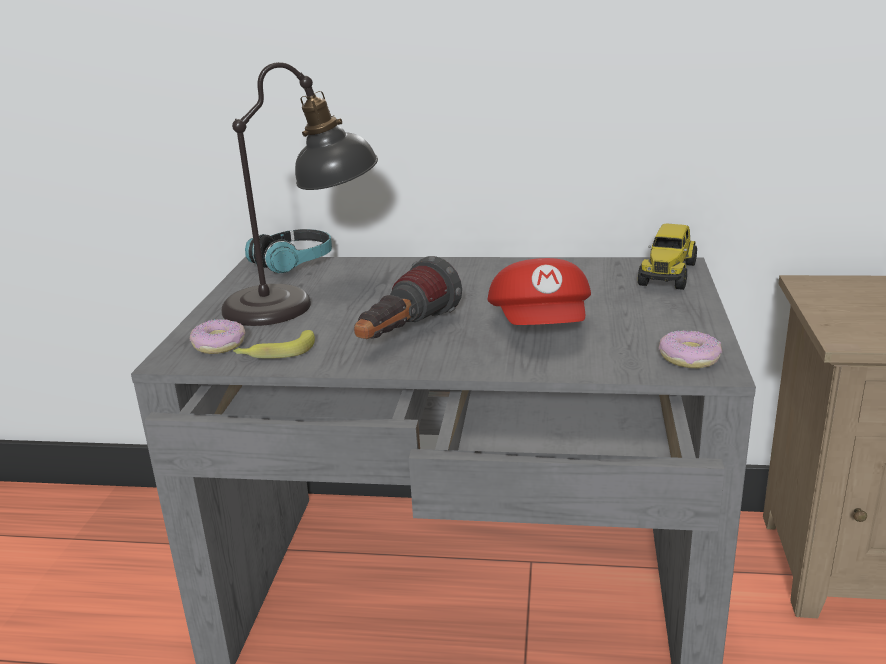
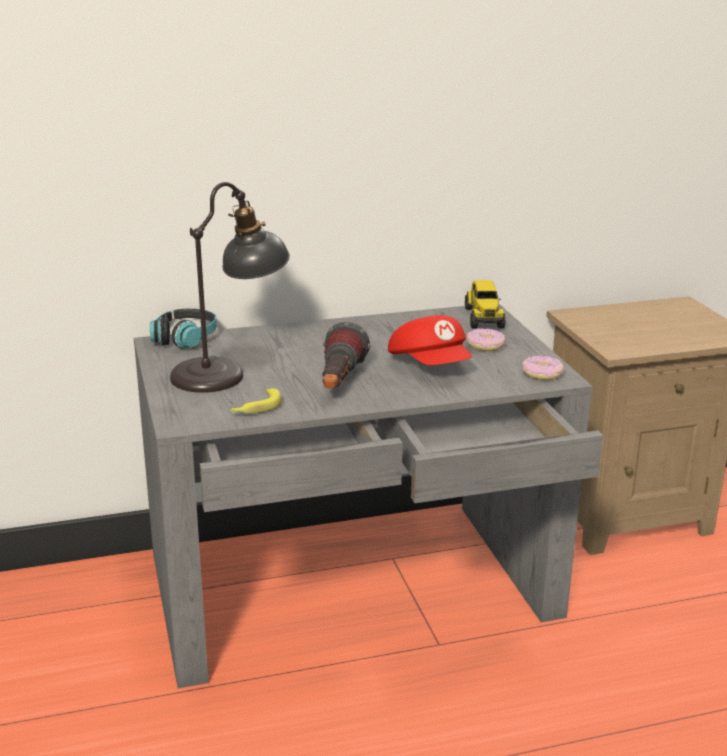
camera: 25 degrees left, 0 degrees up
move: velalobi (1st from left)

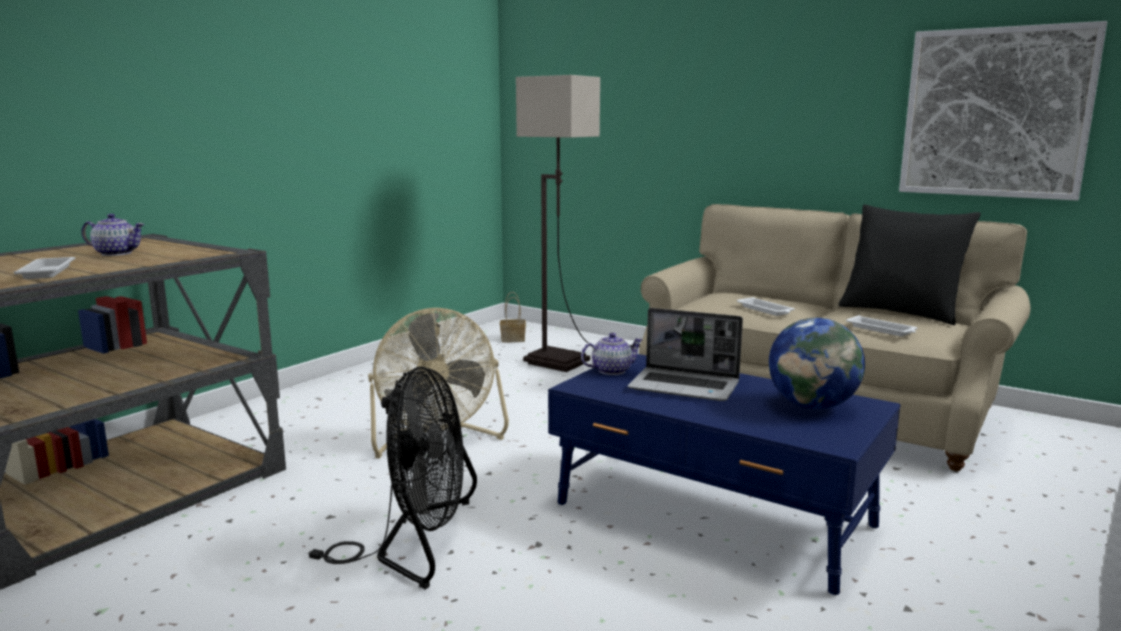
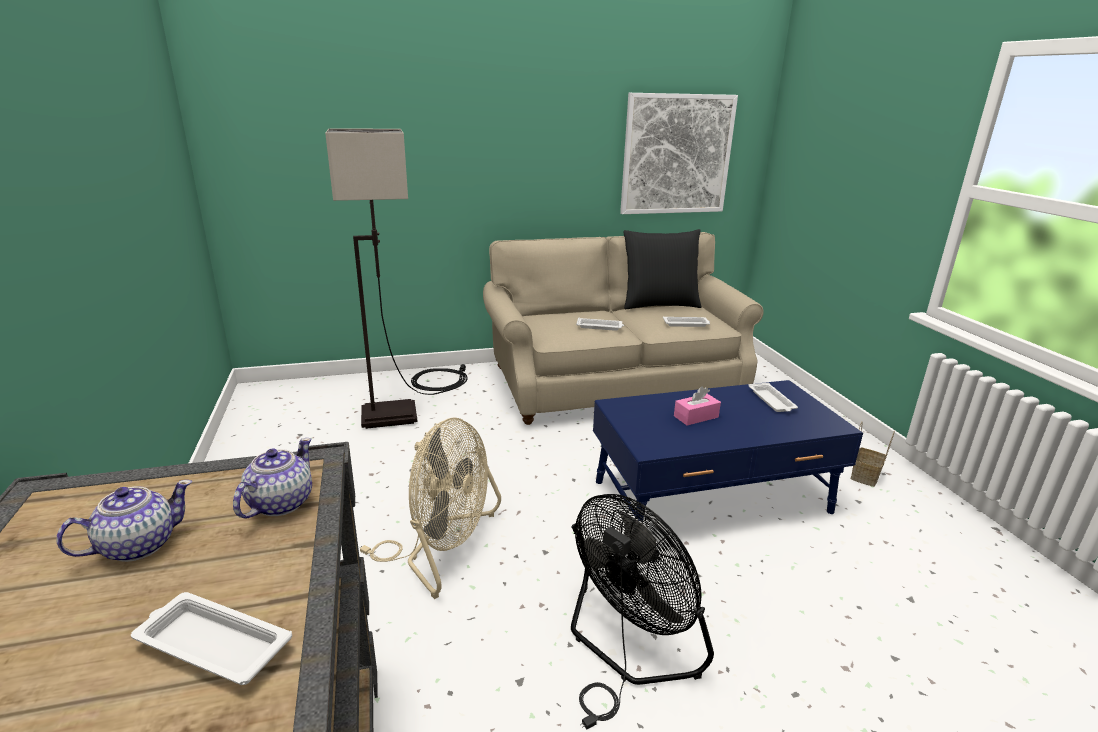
camera: 50 degrees left, 10 degrees up
move: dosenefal; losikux (2nd from left)
replace: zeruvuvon to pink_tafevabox; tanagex to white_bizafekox (4th from left)

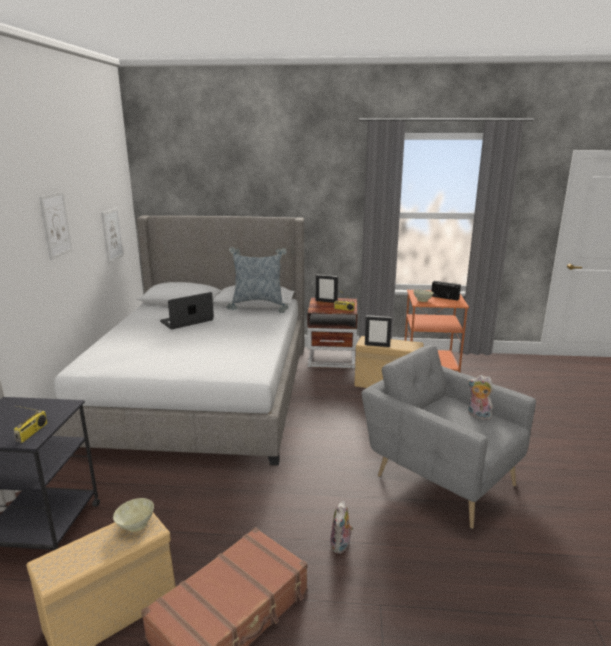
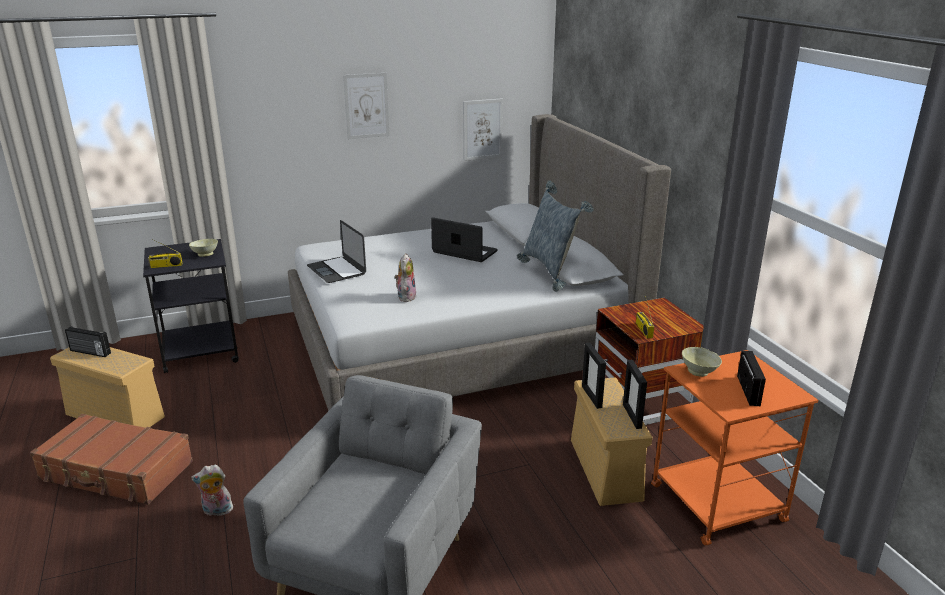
camera: 65 degrees right, 5 degrees up
insert: zeruvuvon (1st from left); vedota (1st from left)
move: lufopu (1st from left in the first image) to lufopu (2nd from left); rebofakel (2nd from left); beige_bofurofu (1st from left)

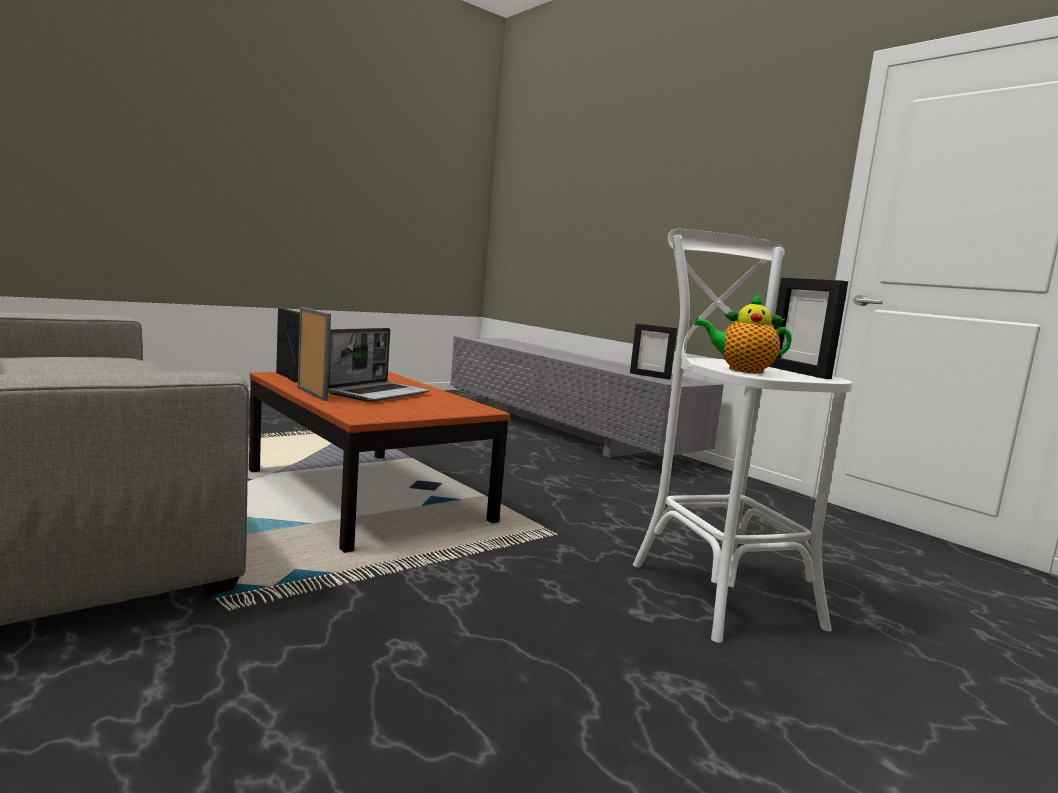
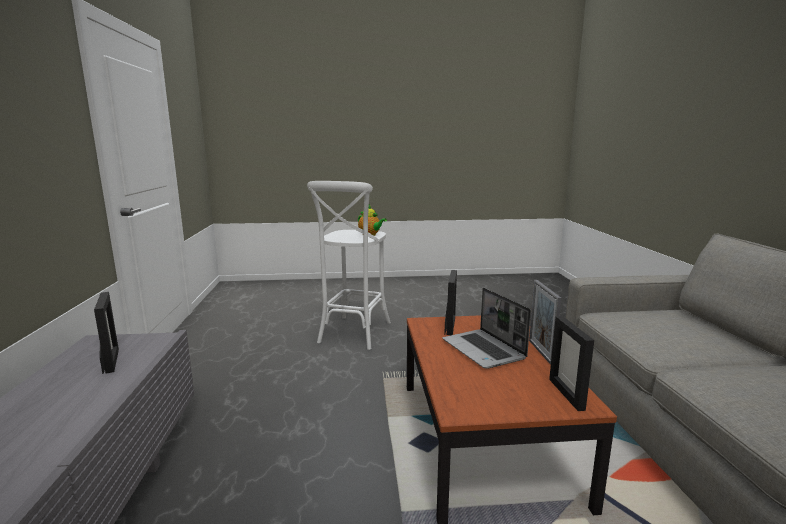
camera: 145 degrees left, 5 degrees up
move: lufopu (4th from left in the first image) to lufopu (2nd from left)
rotate: zeruvuvon 90 degrees counterclockwise

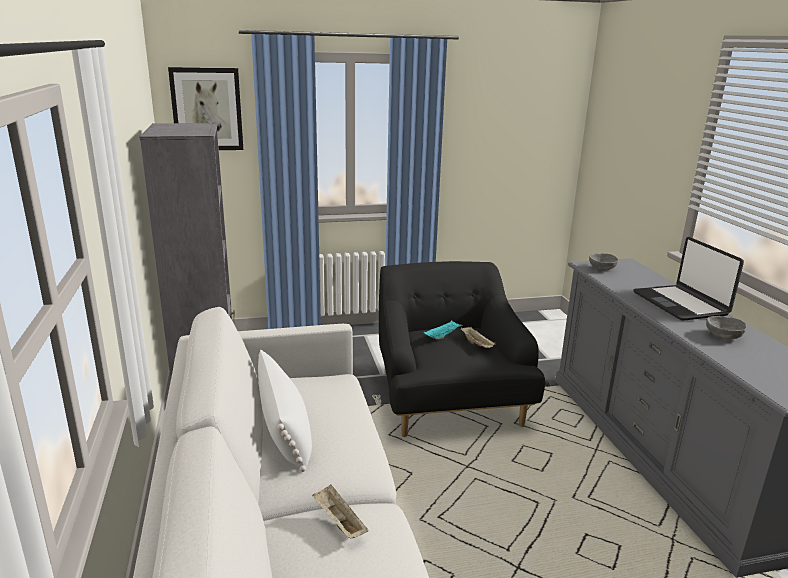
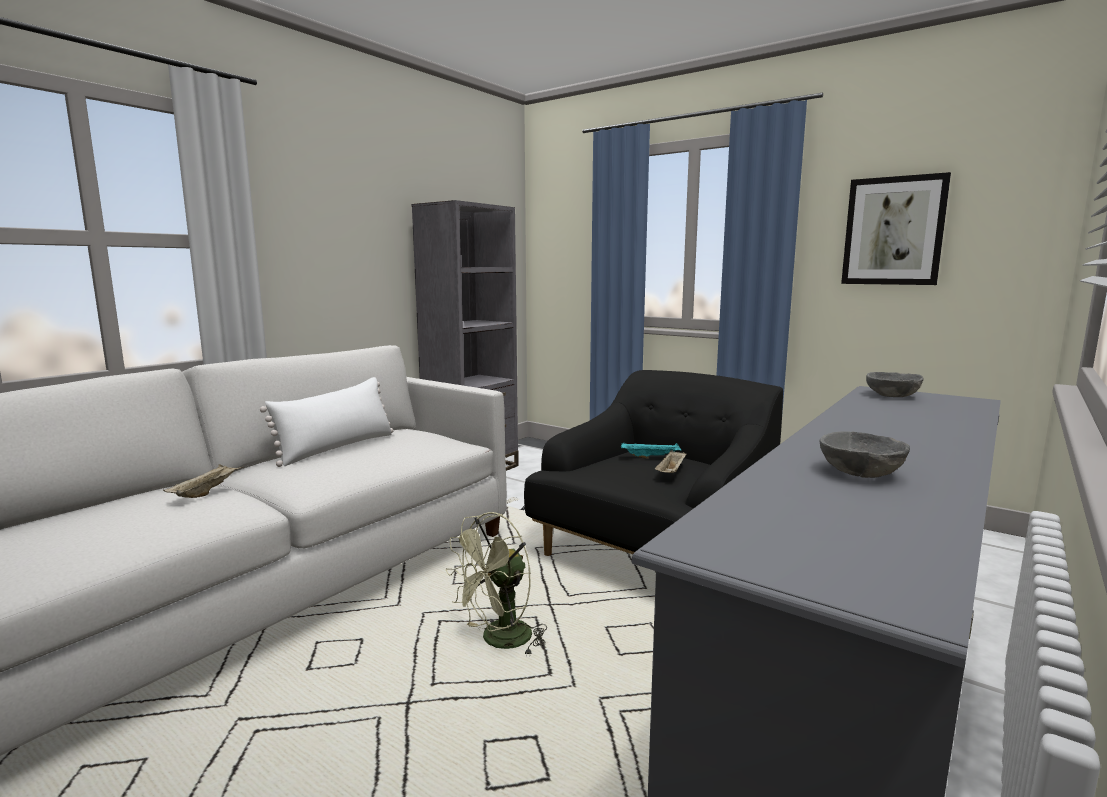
camera: 50 degrees right, 10 degrees down
delete: zeruvuvon
insert: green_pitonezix
move: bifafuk

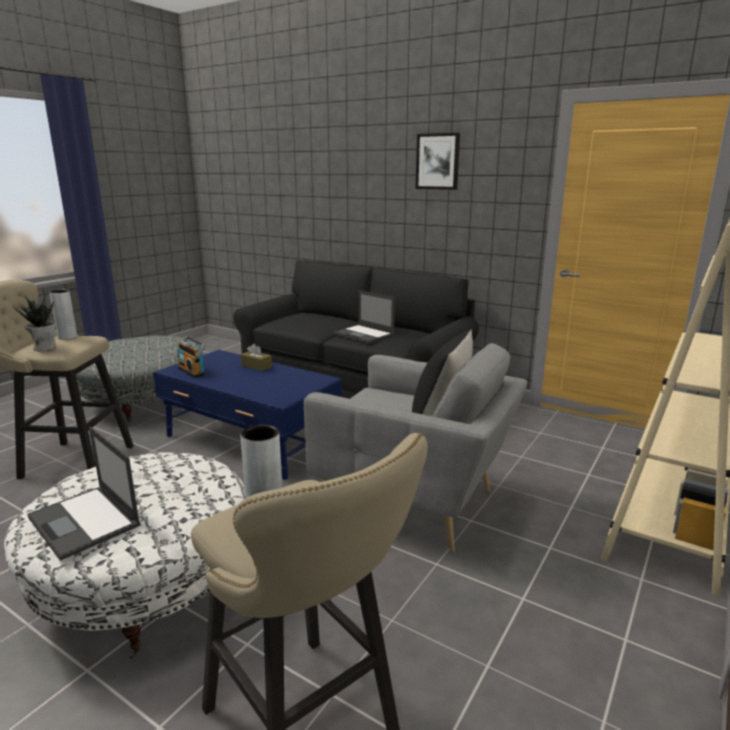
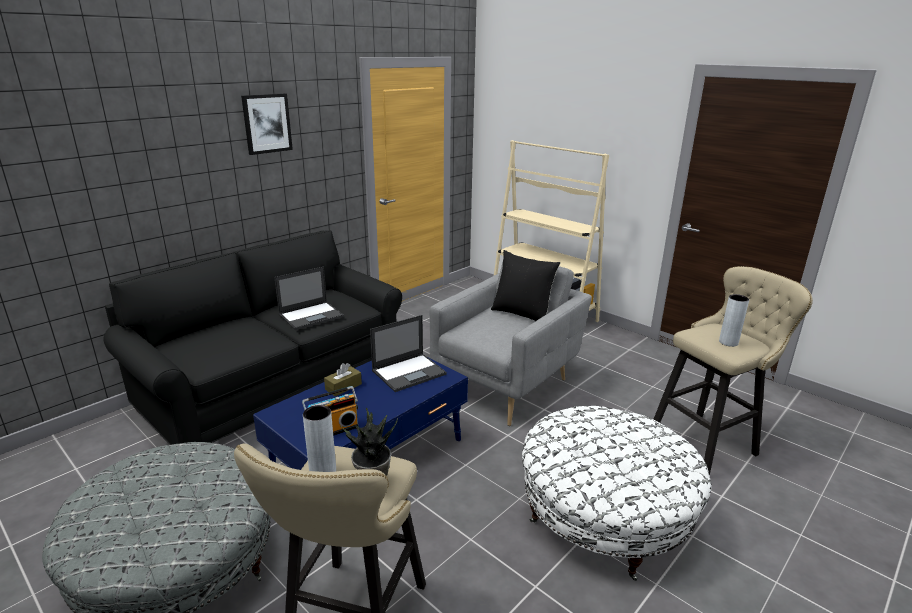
camera: 80 degrees left, 5 degrees up
move: zeruvuvon (1st from left in the first image) to zeruvuvon (2nd from left)

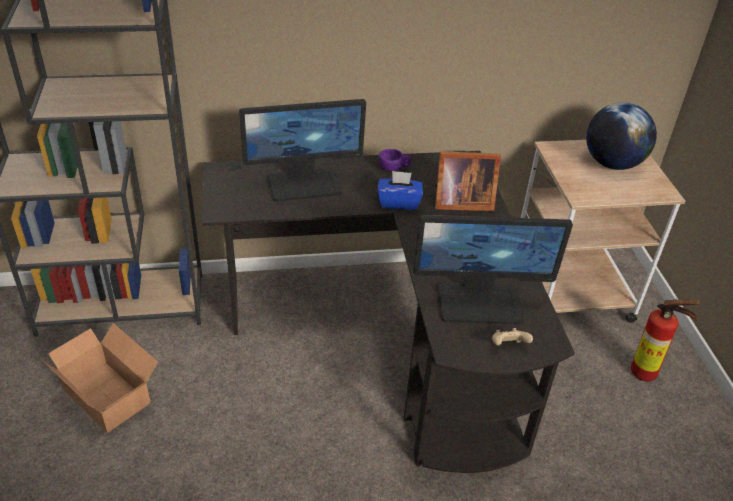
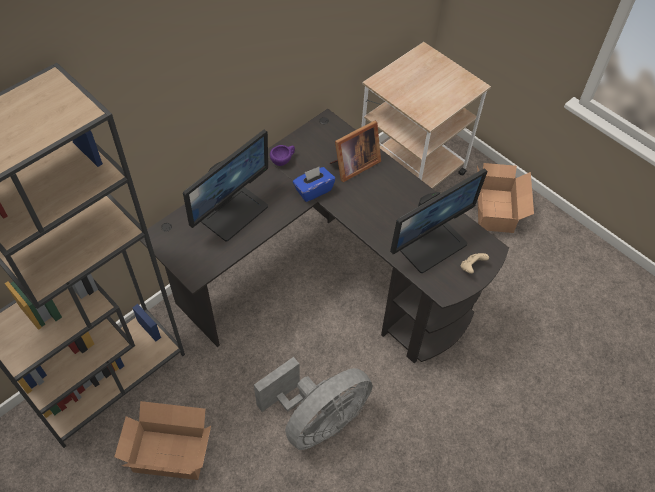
camera: 35 degrees left, 15 degrees up
delete: tanagex
insert: grey_pitonezix
replace: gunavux to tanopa (2nd from left)

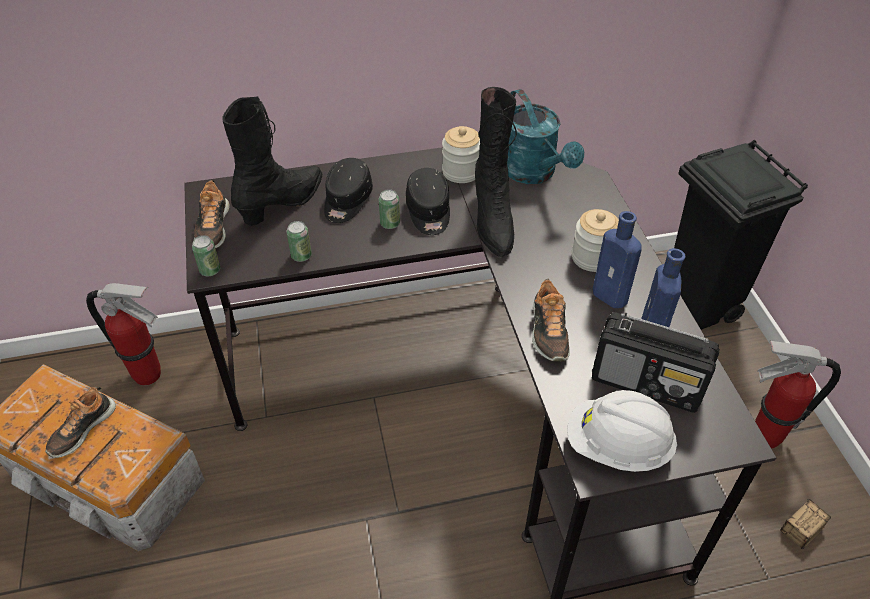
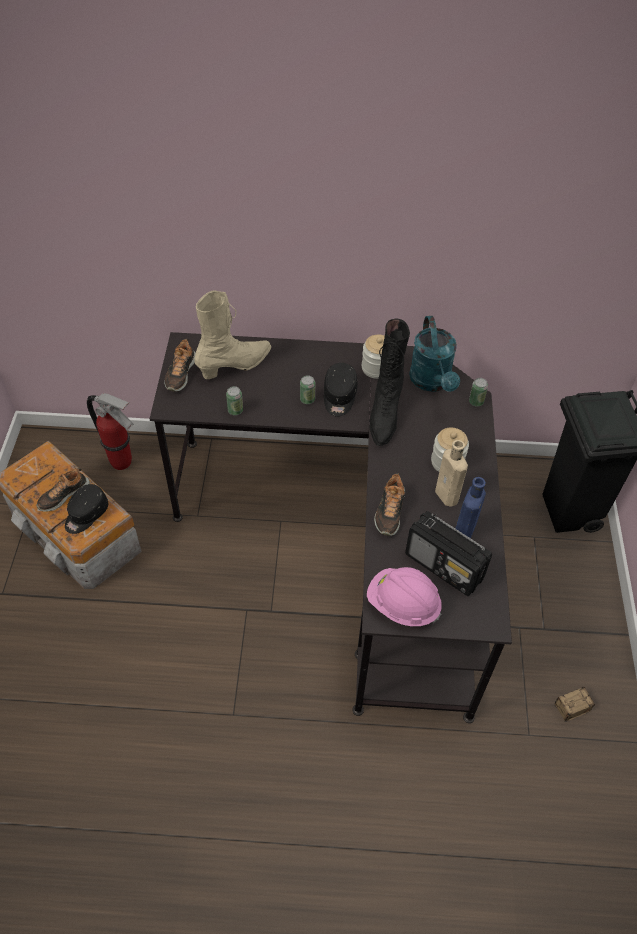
camera: 15 degrees right, 5 degrees up
delete: gunavux (2nd from left)
move: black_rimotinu (1st from left); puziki (1st from left in the first image) to puziki (3rd from left)
recolor: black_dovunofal (1st from left) to beige_dovunofal; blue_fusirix (1st from left) to beige_fusirix; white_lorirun to pink_lorirun

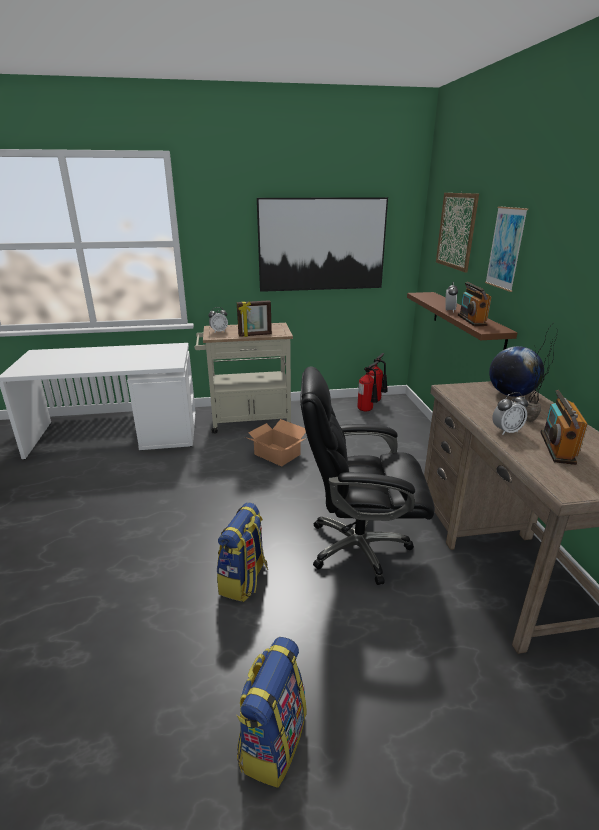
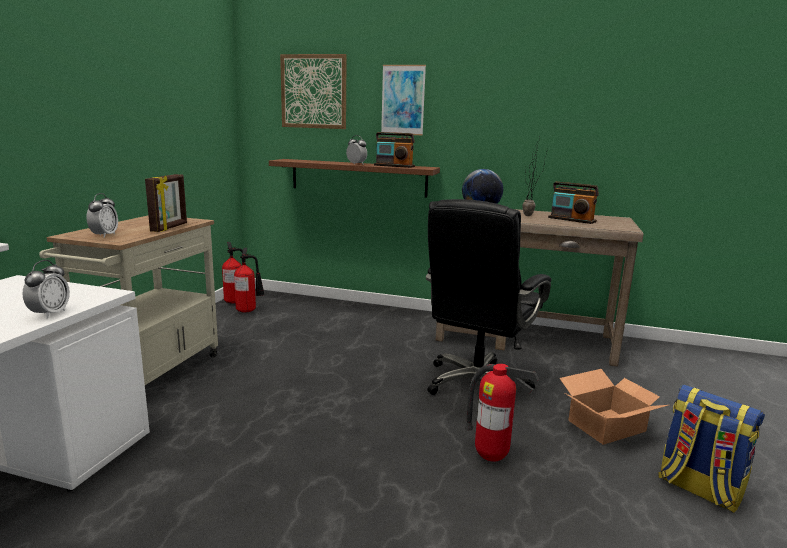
camera: 65 degrees left, 10 degrees down
delete: bifafuk (1st from left)
move: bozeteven (3rd from left in the first image) to bozeteven (1st from left); tanopa
replace: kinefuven (1st from left) to gunavux (3rd from left)

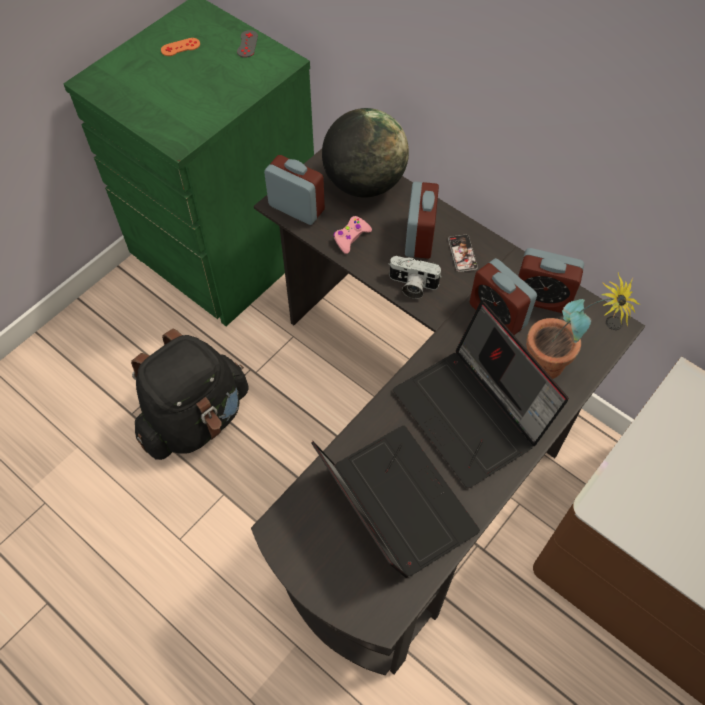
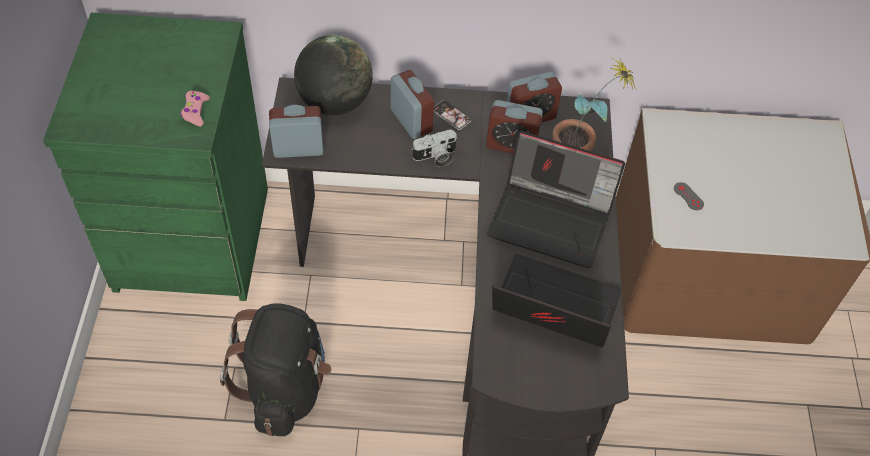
camera: 40 degrees left, 5 degrees down
delete: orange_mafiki
move: grey_mafiki; pink_mafiki

